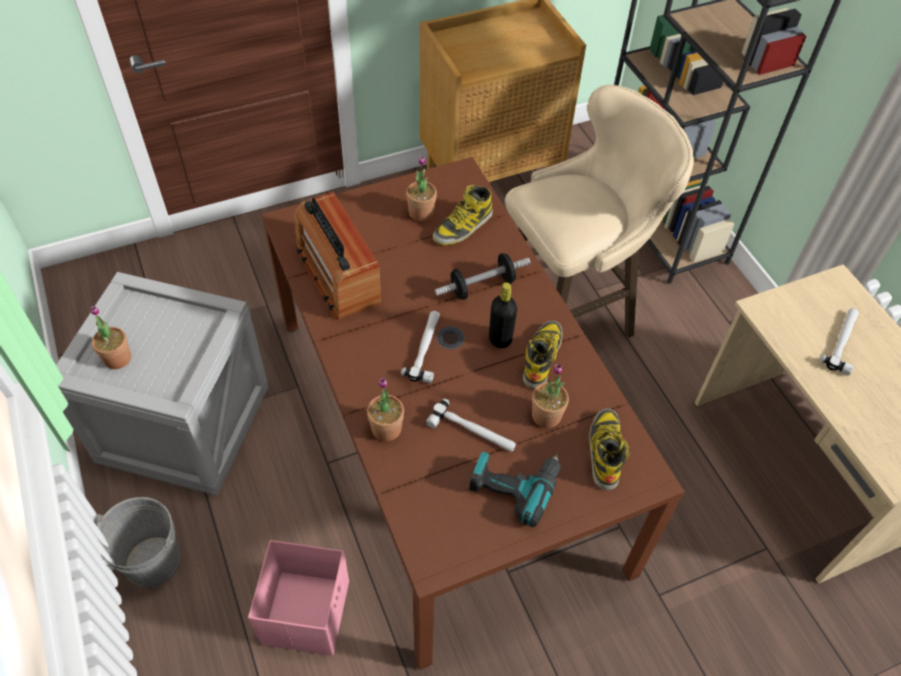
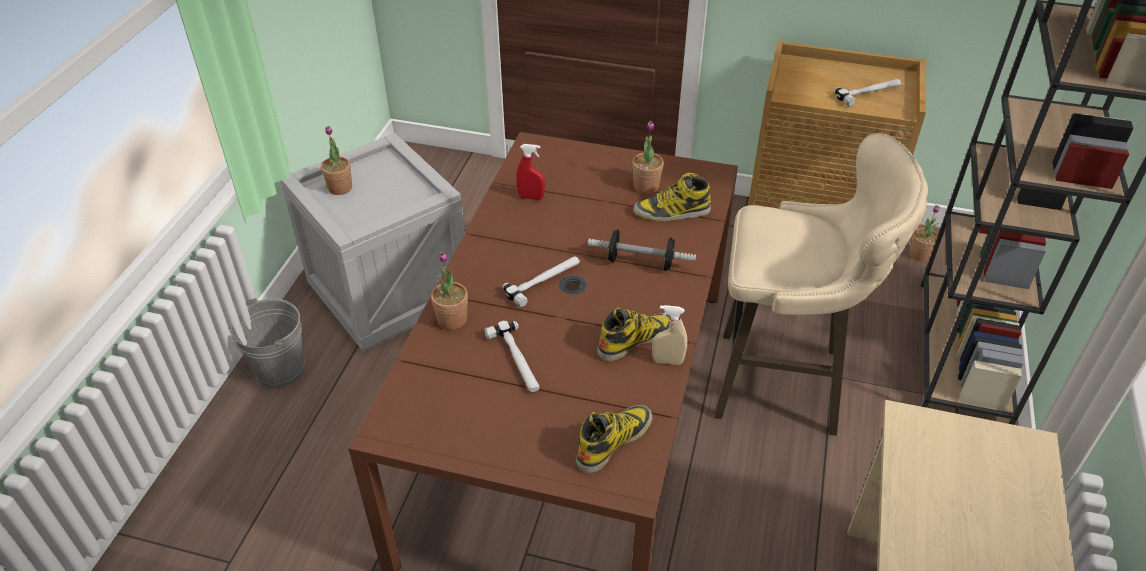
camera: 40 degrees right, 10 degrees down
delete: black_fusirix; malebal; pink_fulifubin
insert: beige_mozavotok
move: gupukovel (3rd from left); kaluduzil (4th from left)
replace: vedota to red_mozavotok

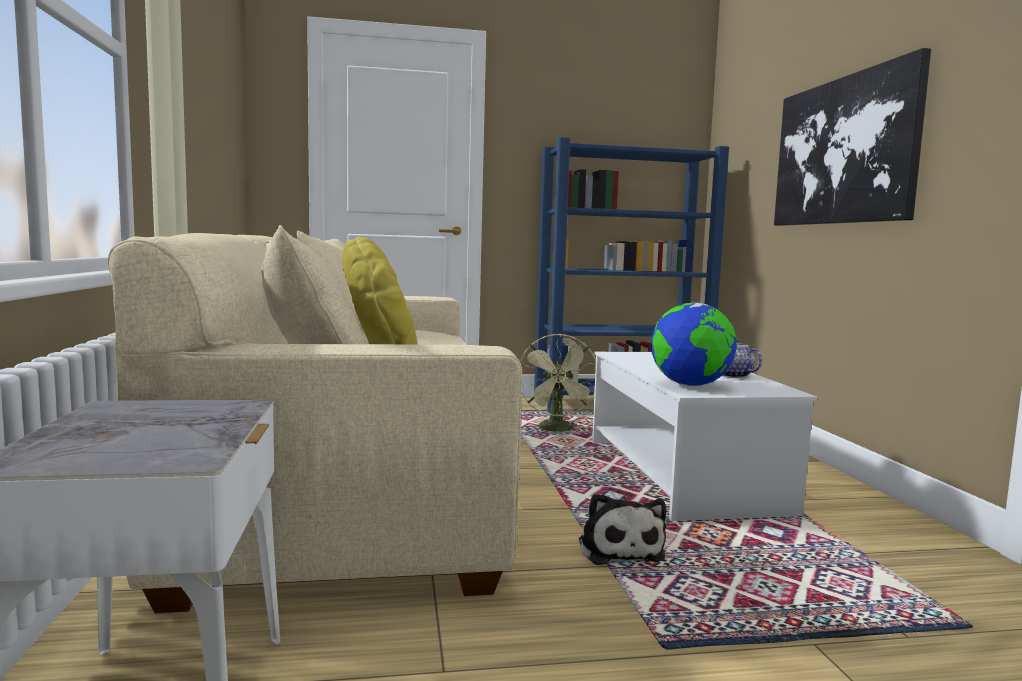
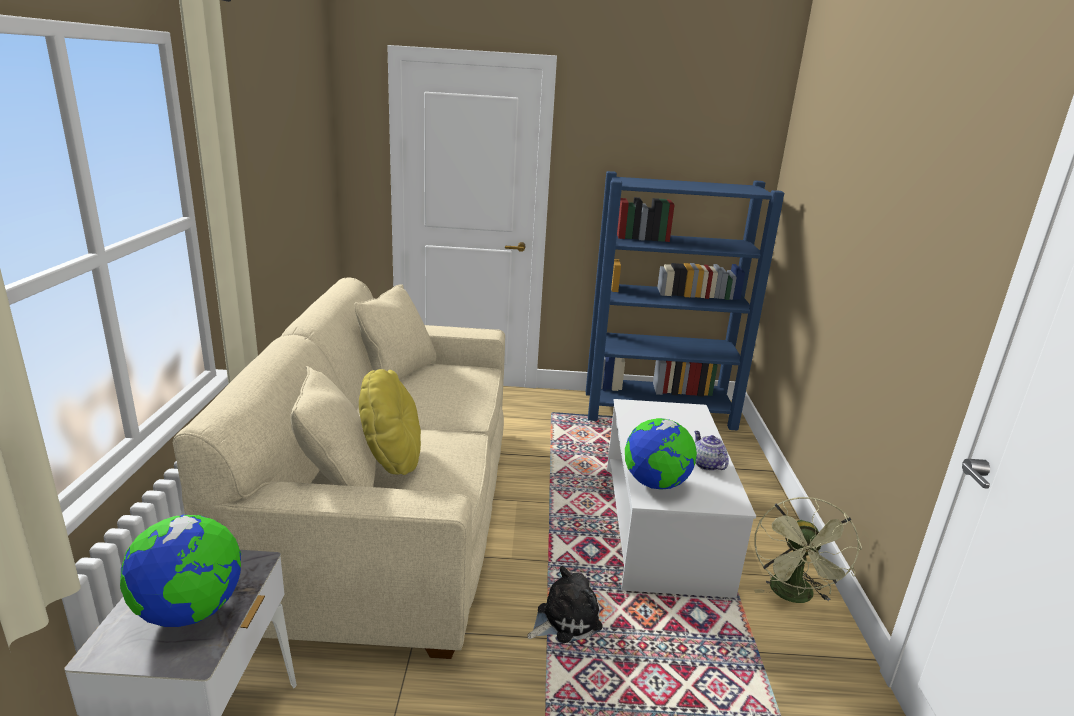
camera: 10 degrees right, 15 degrees up
delete: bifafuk
insert: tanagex (1st from left)
move: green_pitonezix
rotate: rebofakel 120 degrees counterclockwise

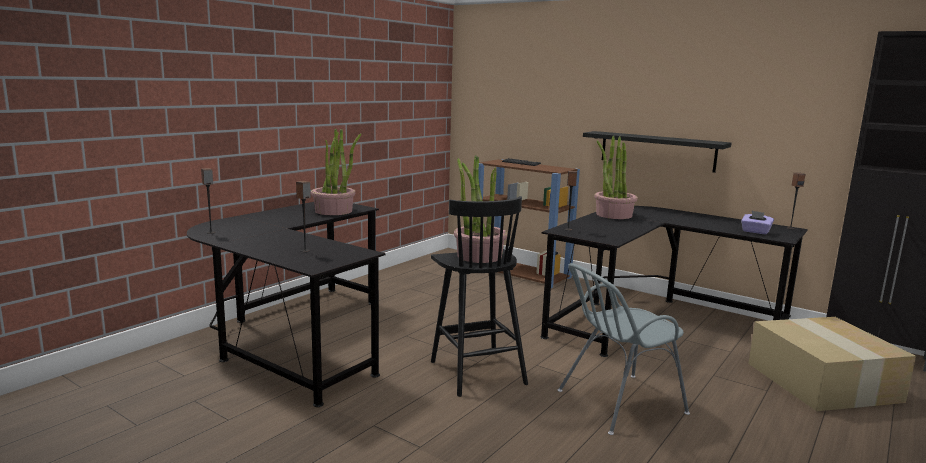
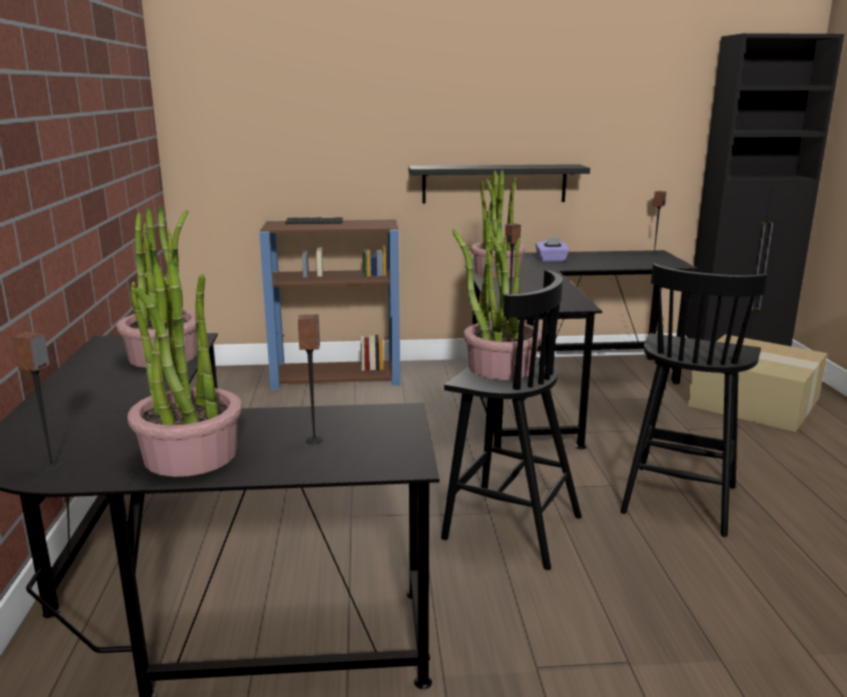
camera: 40 degrees left, 5 degrees up
insert: kaluduzil (2nd from left)
move: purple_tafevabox
replace: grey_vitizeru to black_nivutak (2nd from left)

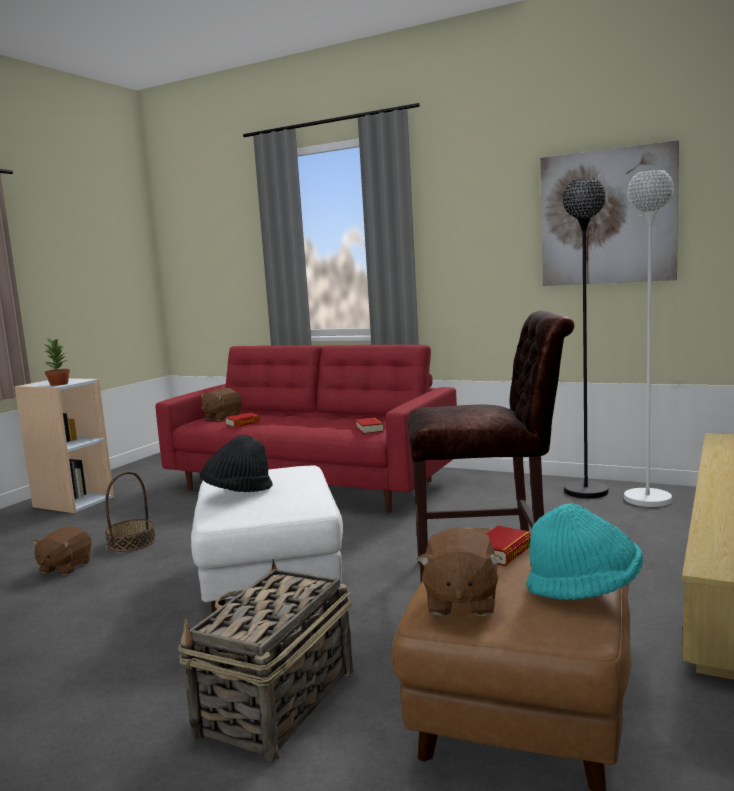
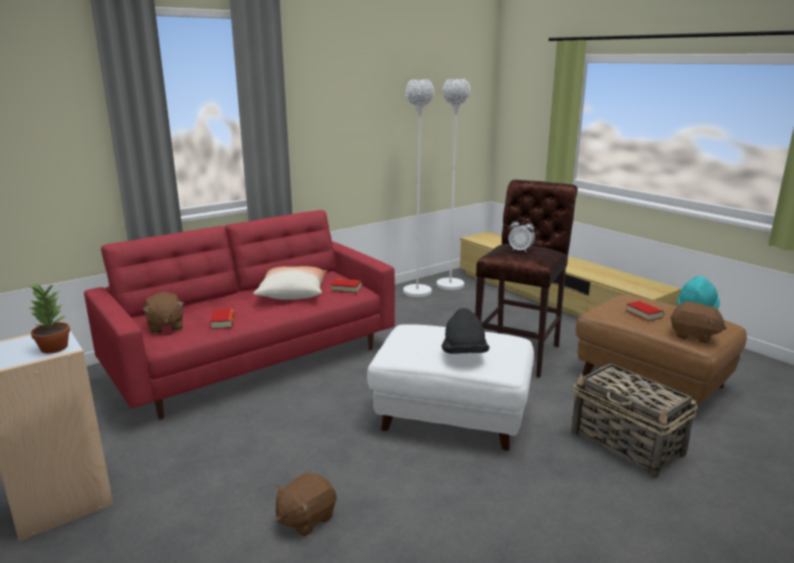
camera: 65 degrees left, 10 degrees up
delete: bifafuk; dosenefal (1st from left)
insert: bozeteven; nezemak
recolor: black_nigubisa to white_nigubisa (1st from left)
rotate: brown_rebofakel (1st from left in the first image) 90 degrees clockwise

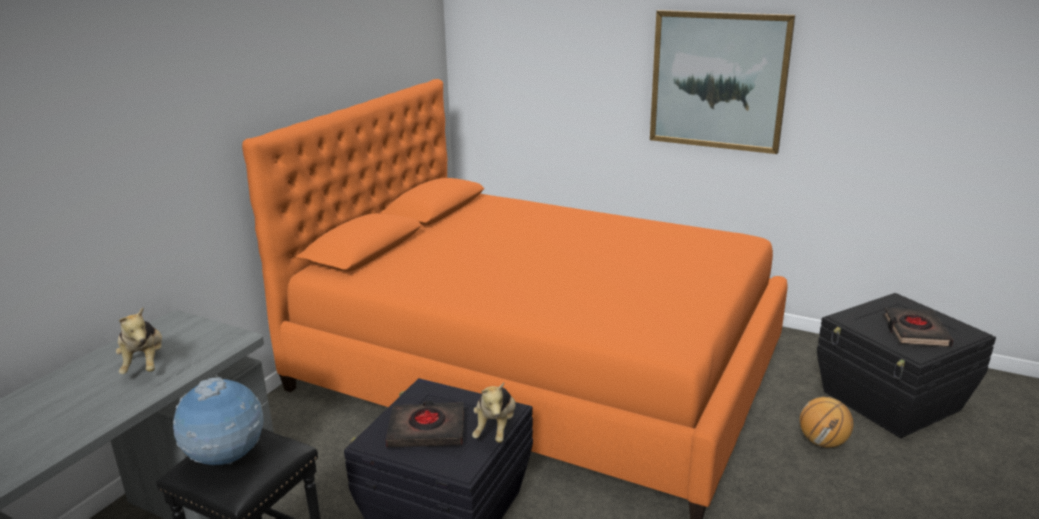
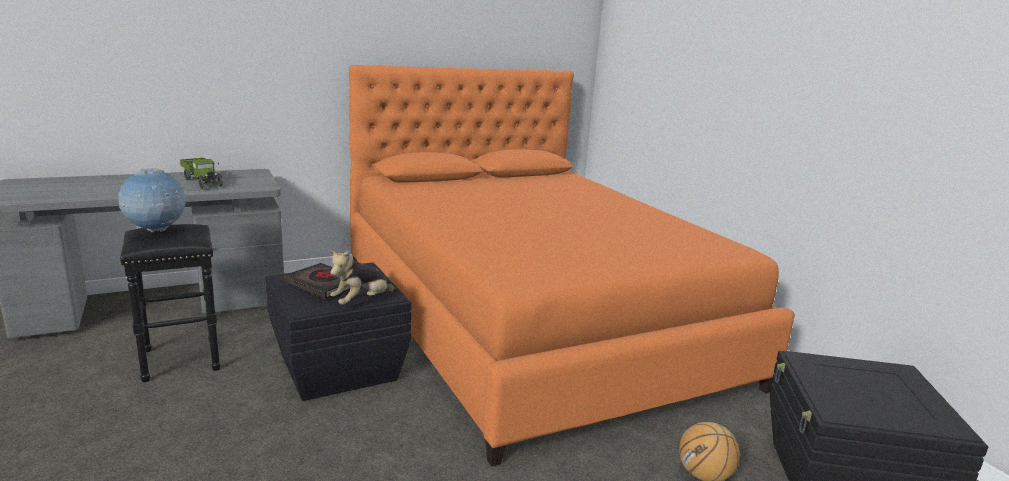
camera: 35 degrees right, 5 degrees down
delete: bifafuk; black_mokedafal (2nd from left)
replace: rebofakel (1st from left) to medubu

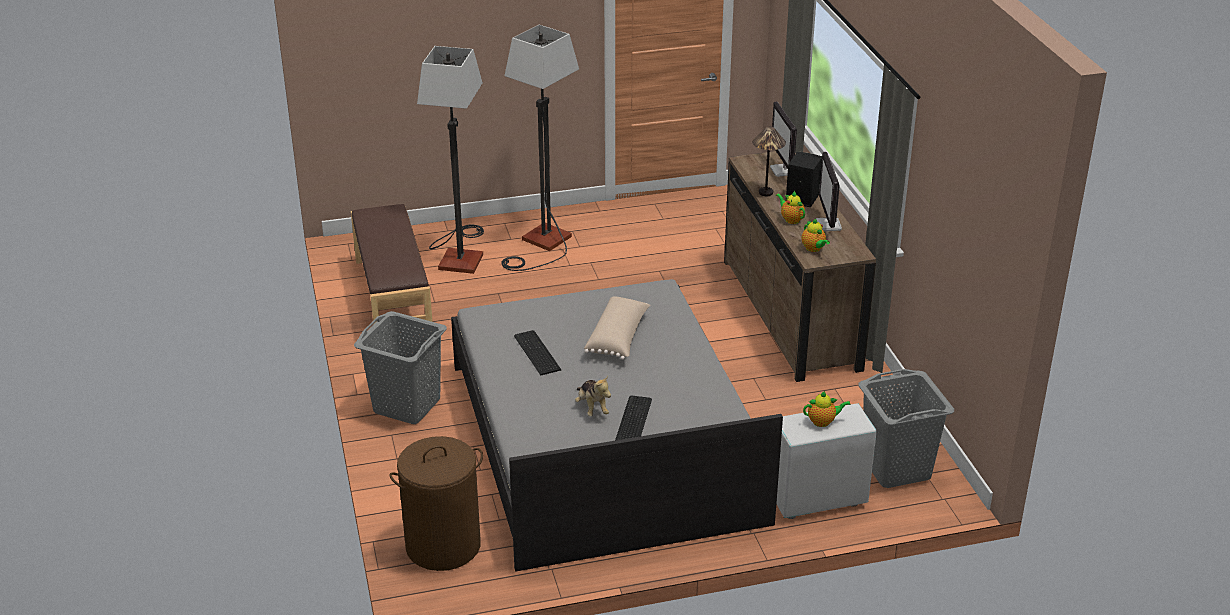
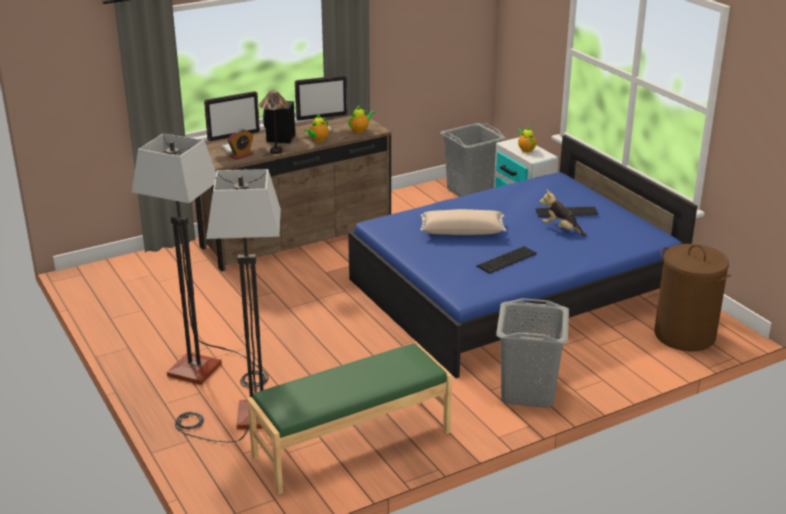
camera: 105 degrees left, 5 degrees down
insert: bozeteven
recolor: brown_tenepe to green_tenepe; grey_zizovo to blue_zizovo
rotate: rebofakel 105 degrees counterclockwise

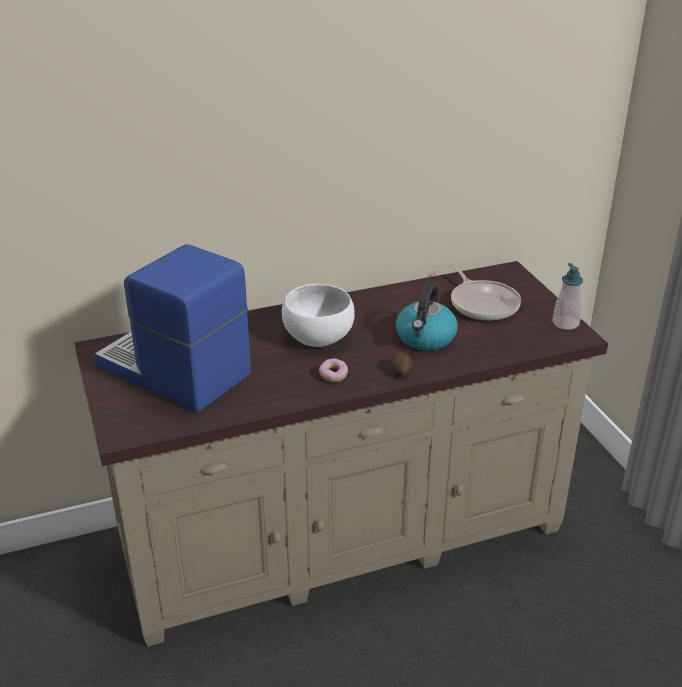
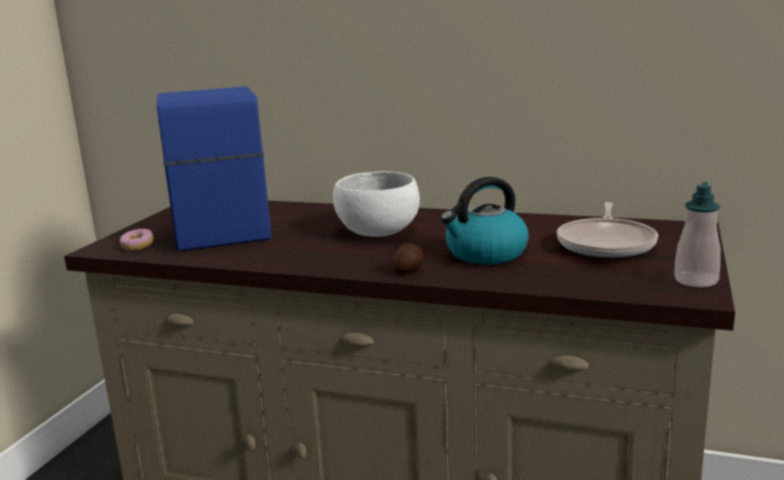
camera: 40 degrees right, 15 degrees down
move: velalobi

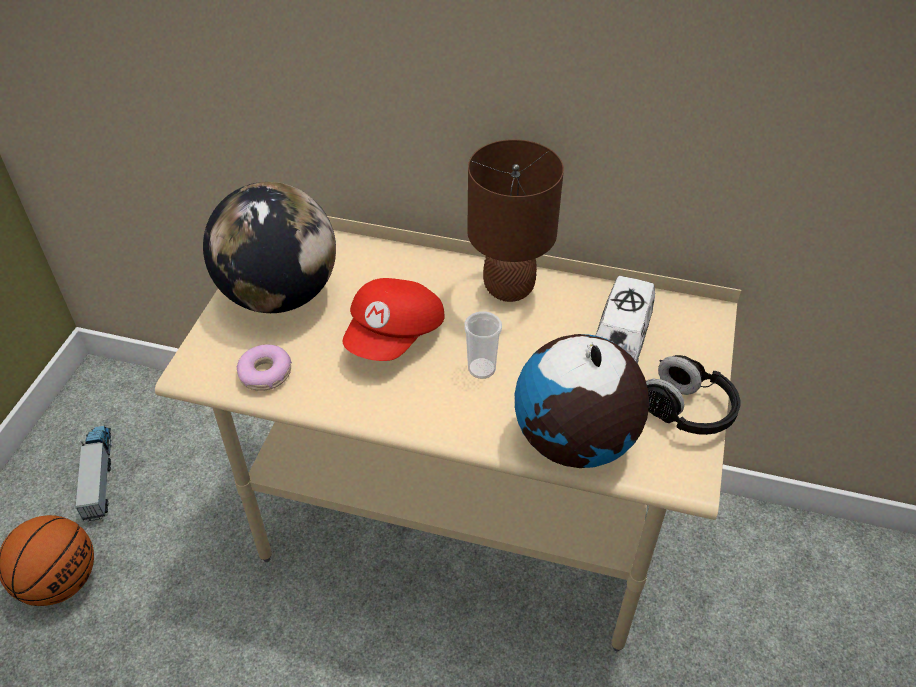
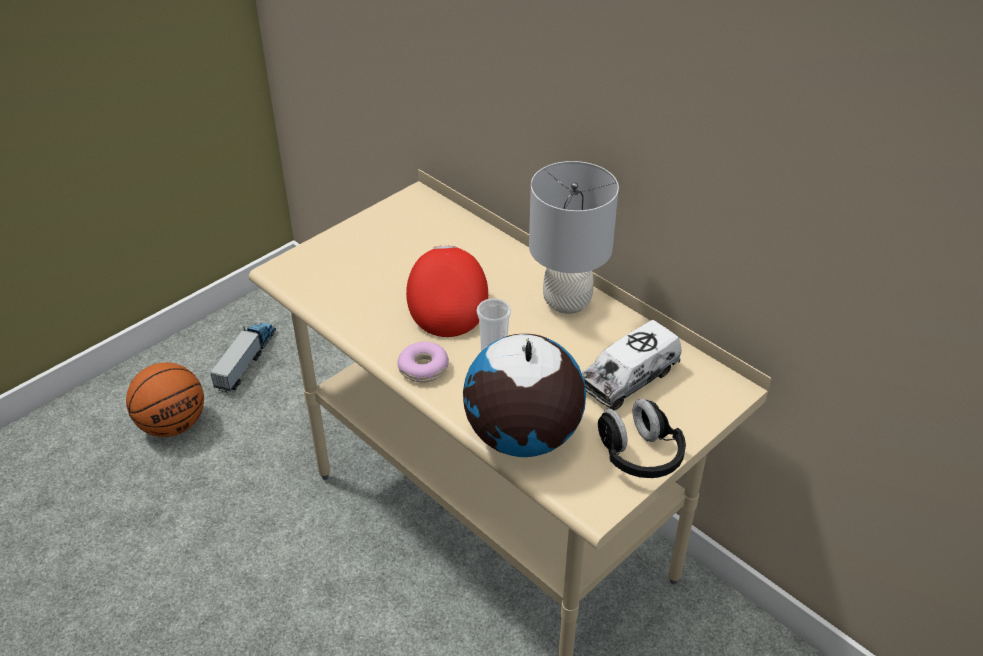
camera: 30 degrees right, 5 degrees down
delete: tanagex (1st from left)
move: velalobi
recolor: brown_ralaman to grey_ralaman
rotate: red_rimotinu 120 degrees clockwise

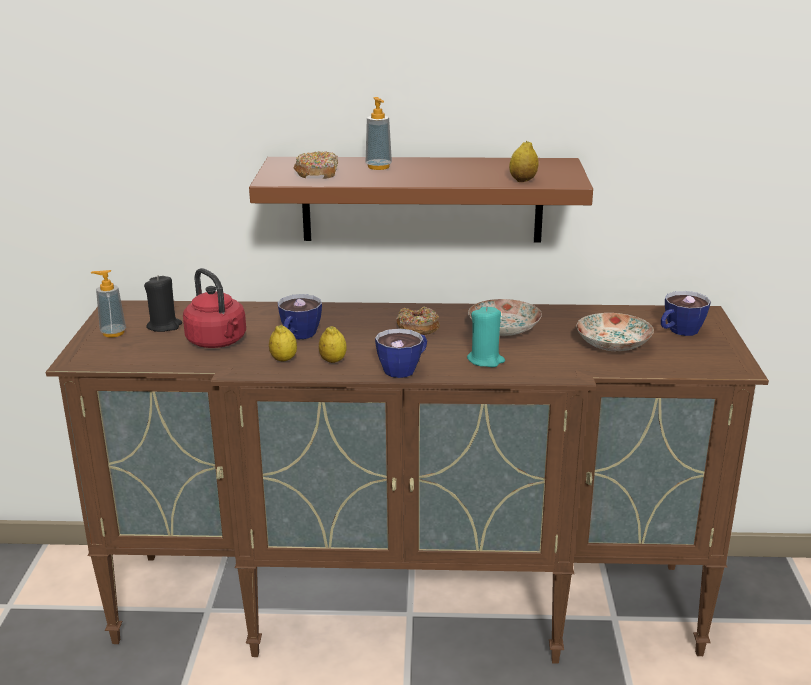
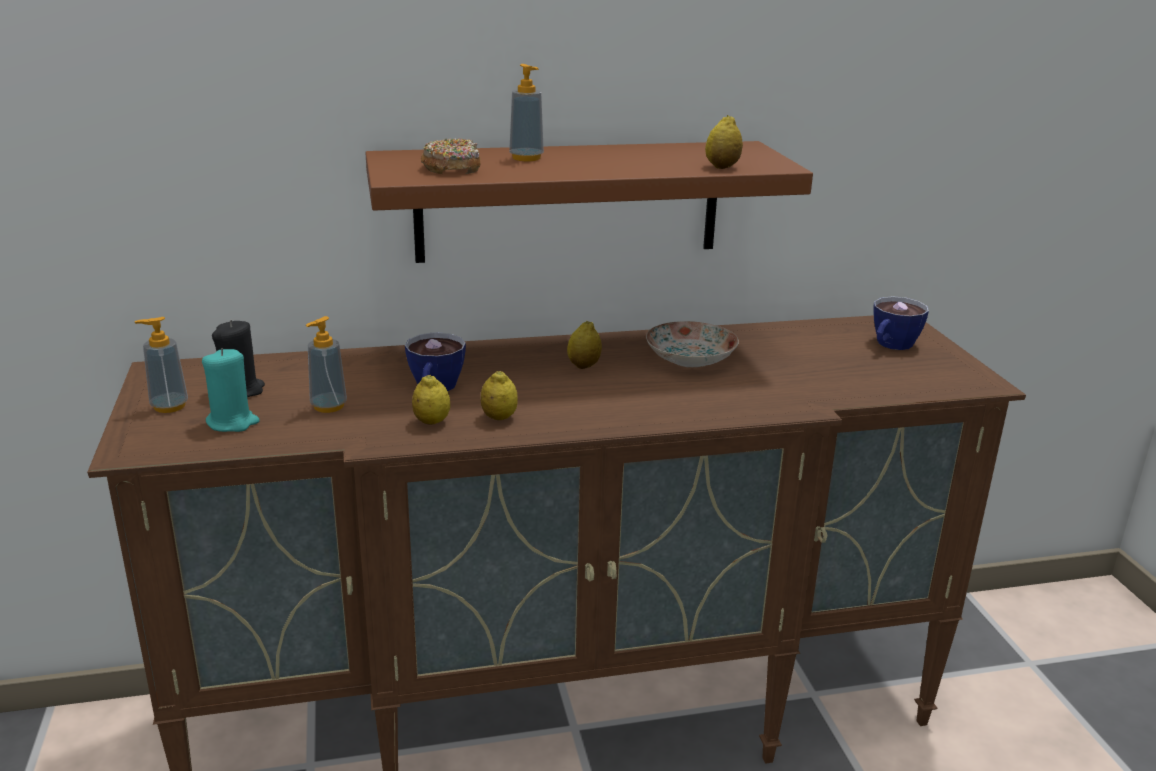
camera: 15 degrees left, 0 degrees up
delete: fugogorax (2nd from left); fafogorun (2nd from left)
move: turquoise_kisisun
replace: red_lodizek to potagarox (2nd from left); velalobi (2nd from left) to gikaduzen (3rd from left)

